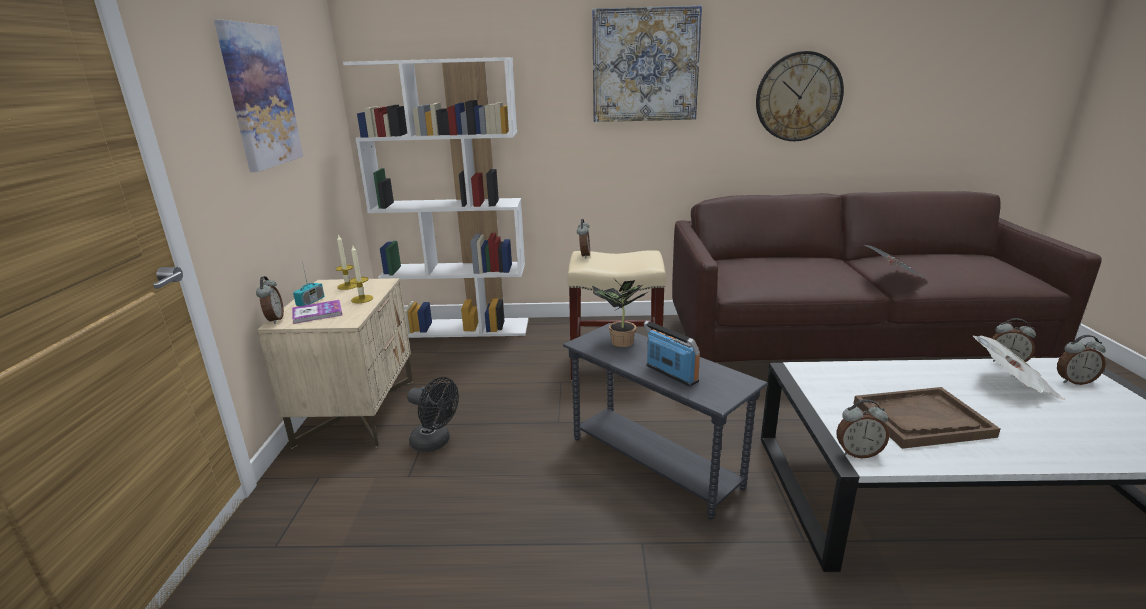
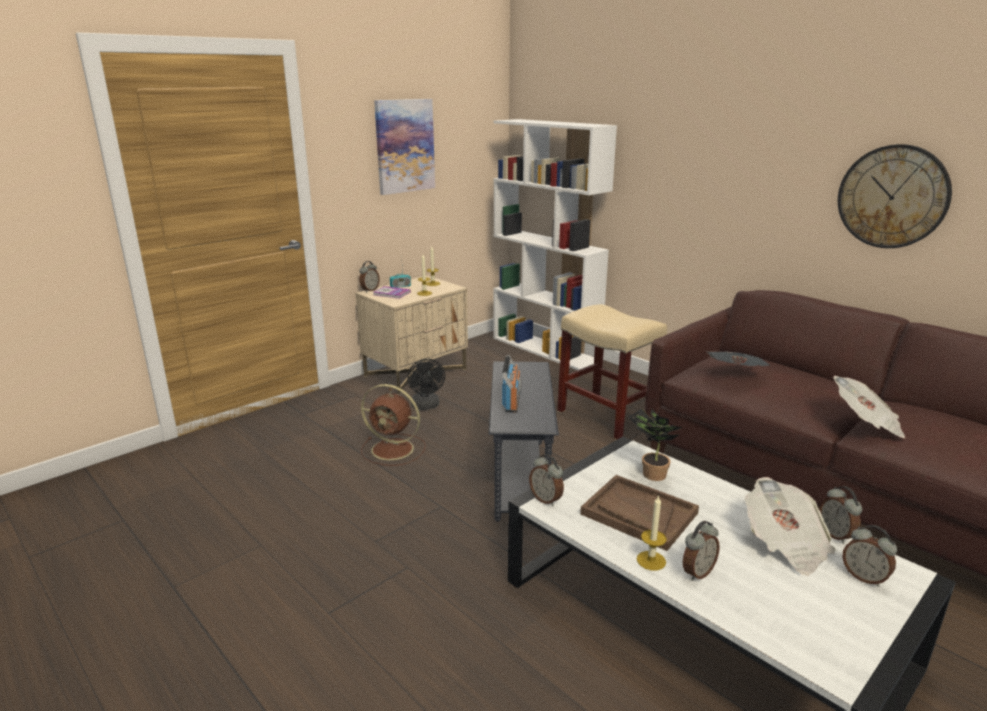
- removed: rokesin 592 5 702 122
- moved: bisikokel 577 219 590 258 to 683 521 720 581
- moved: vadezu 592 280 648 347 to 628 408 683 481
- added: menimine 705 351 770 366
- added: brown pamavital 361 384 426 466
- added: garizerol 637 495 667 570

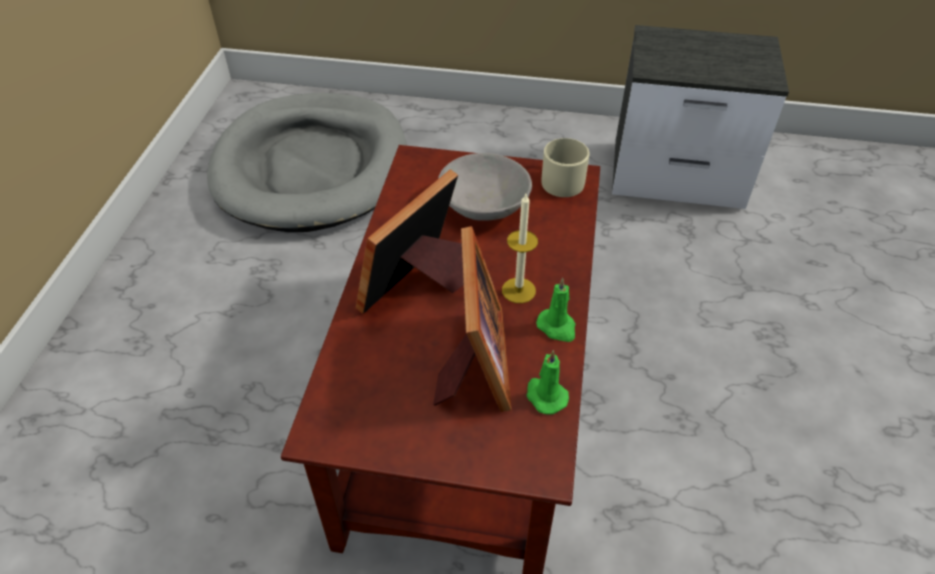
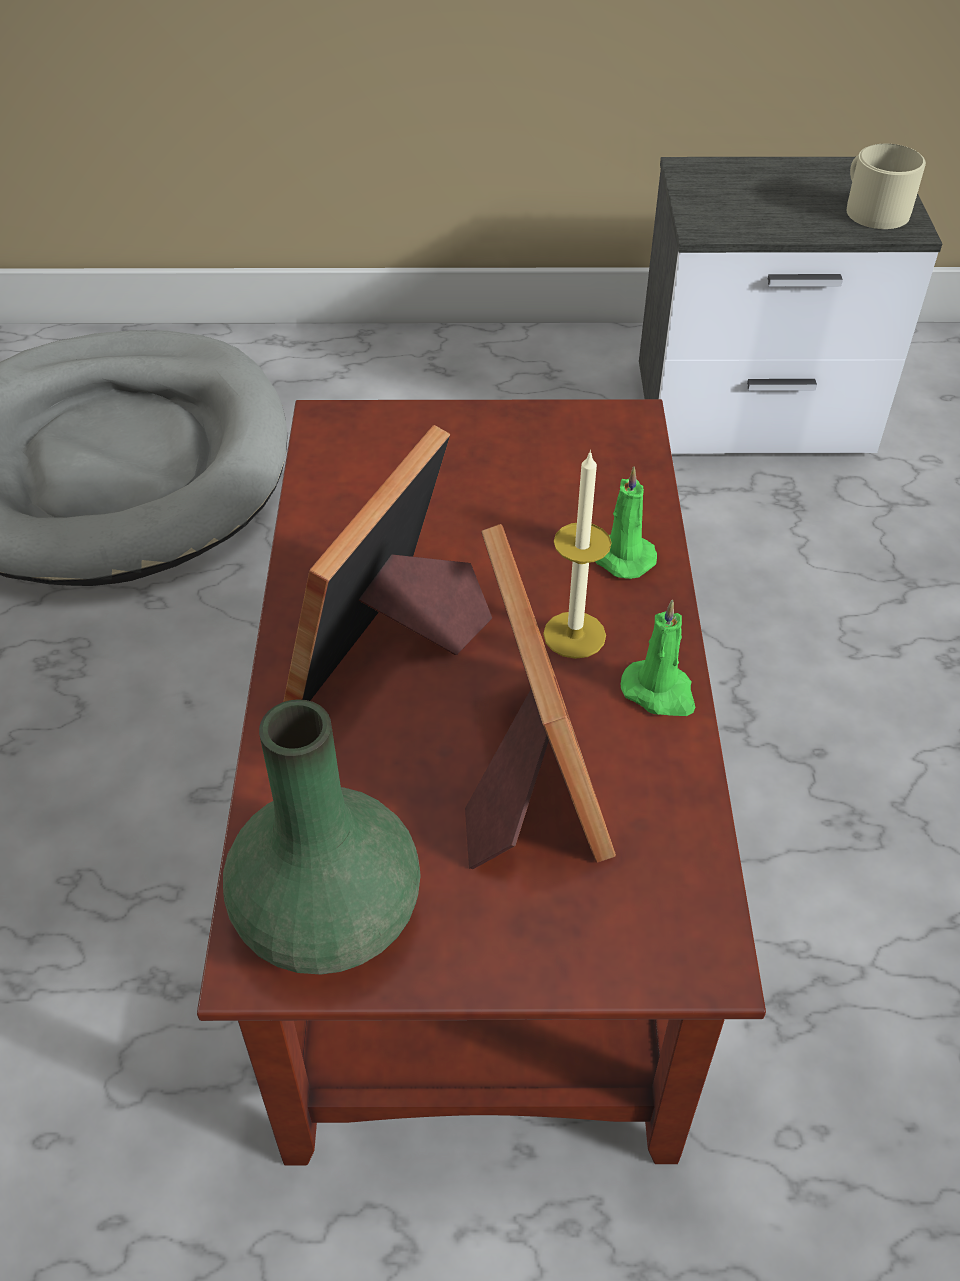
- moved: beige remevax 542 138 590 197 to 847 144 926 229
- removed: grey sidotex 438 153 532 221
- moved: green garizerol 526 350 569 415 to 595 466 657 579
- added: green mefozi 223 699 421 974

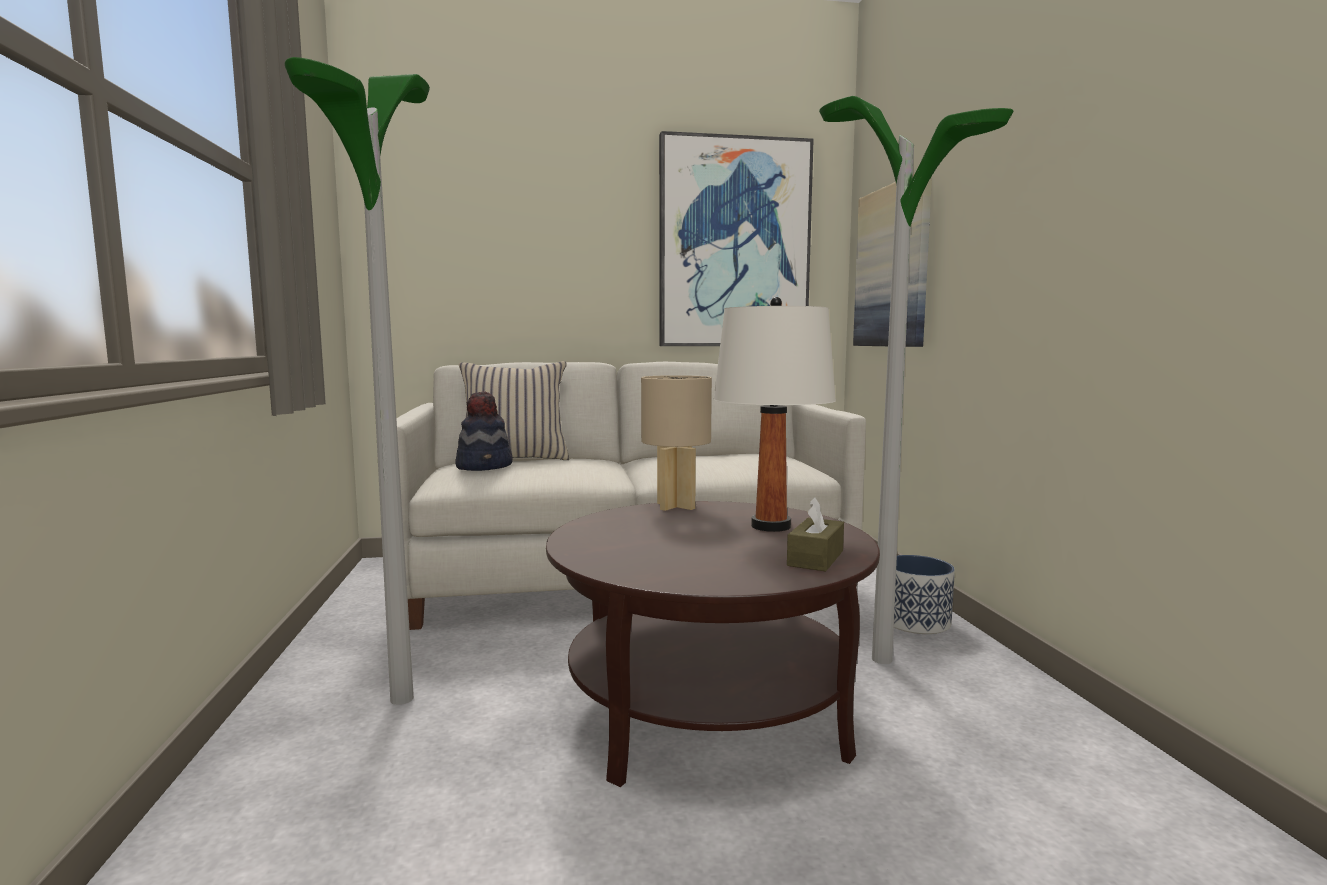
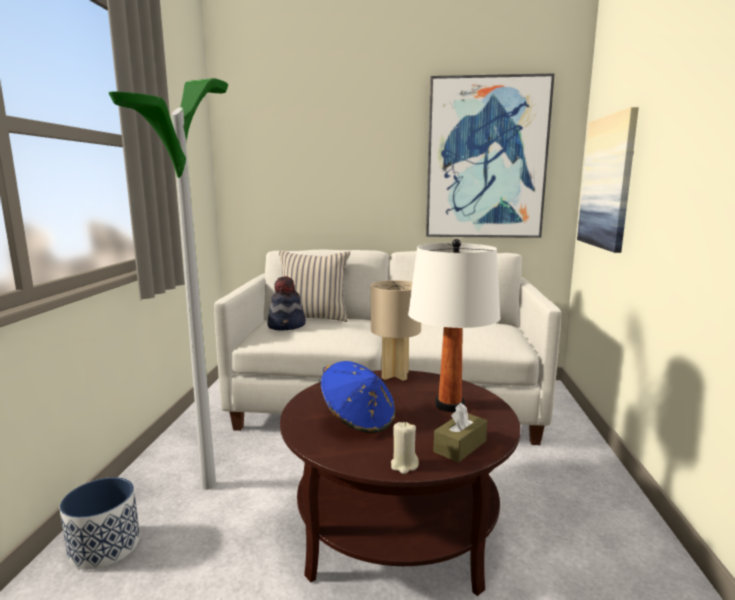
- removed: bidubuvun 819 96 1013 664
- moved: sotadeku 894 555 955 634 to 60 477 140 570
- added: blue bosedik 321 361 395 433
- added: beige garizerol 391 422 419 474

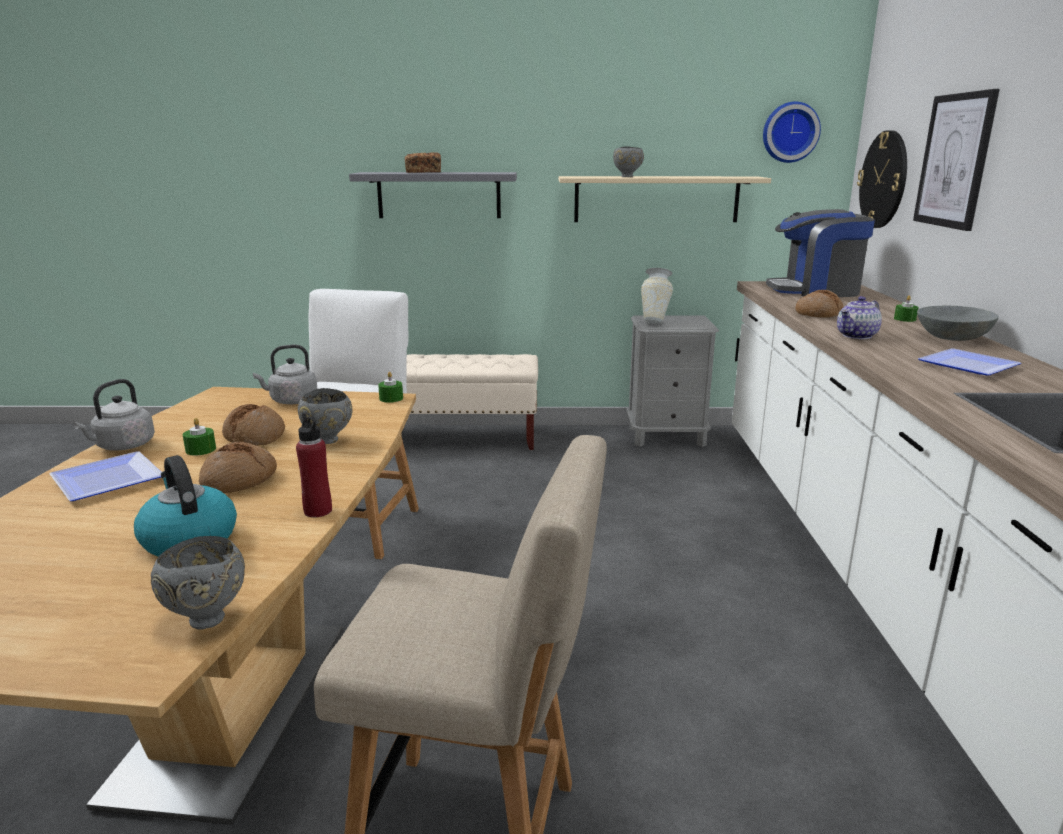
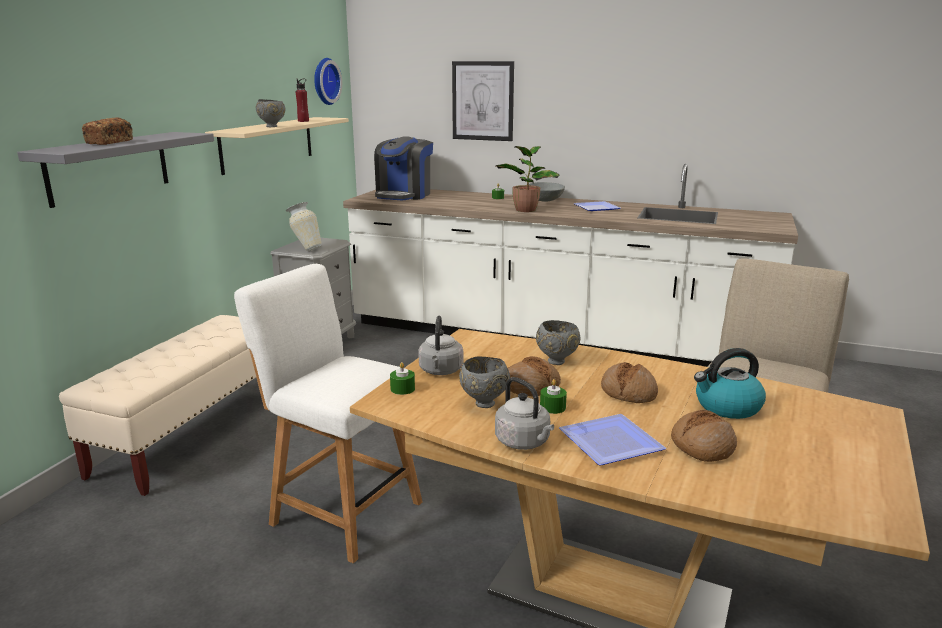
- removed: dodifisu 857 130 907 228
- moved: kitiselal 796 290 843 318 to 671 410 737 462
- replaced: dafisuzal 837 296 882 339 to vadezu 496 146 560 212
- moved: green garizerol 378 372 403 403 to 390 362 415 395
- moved: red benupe 296 413 332 518 to 296 79 309 122
- moved: grey sidotex 151 536 245 629 to 459 356 510 408

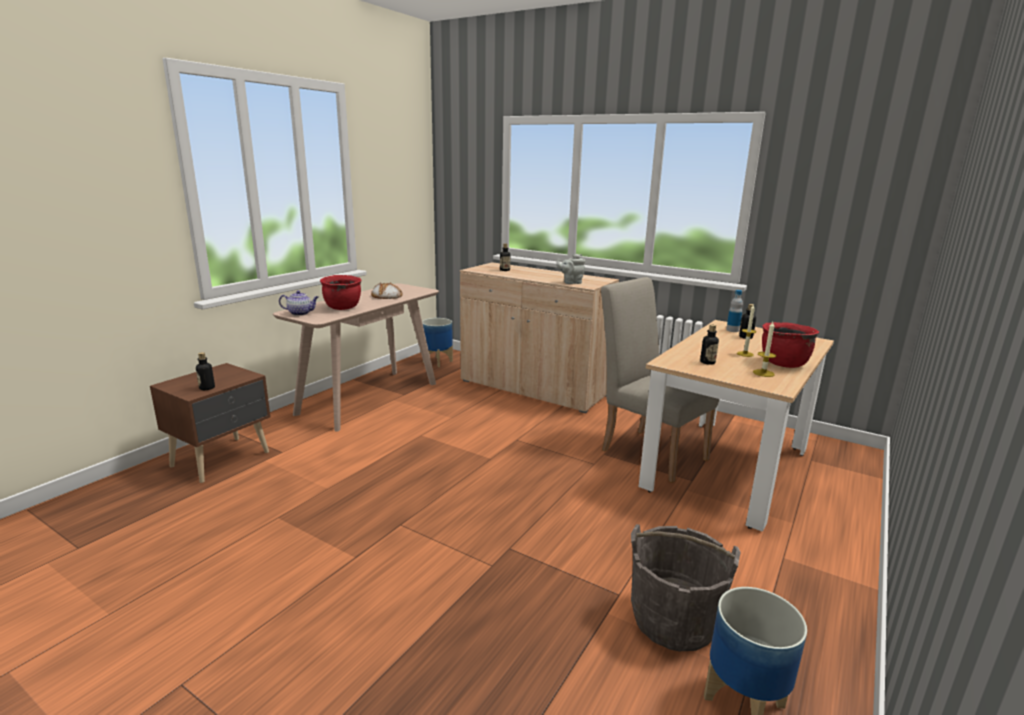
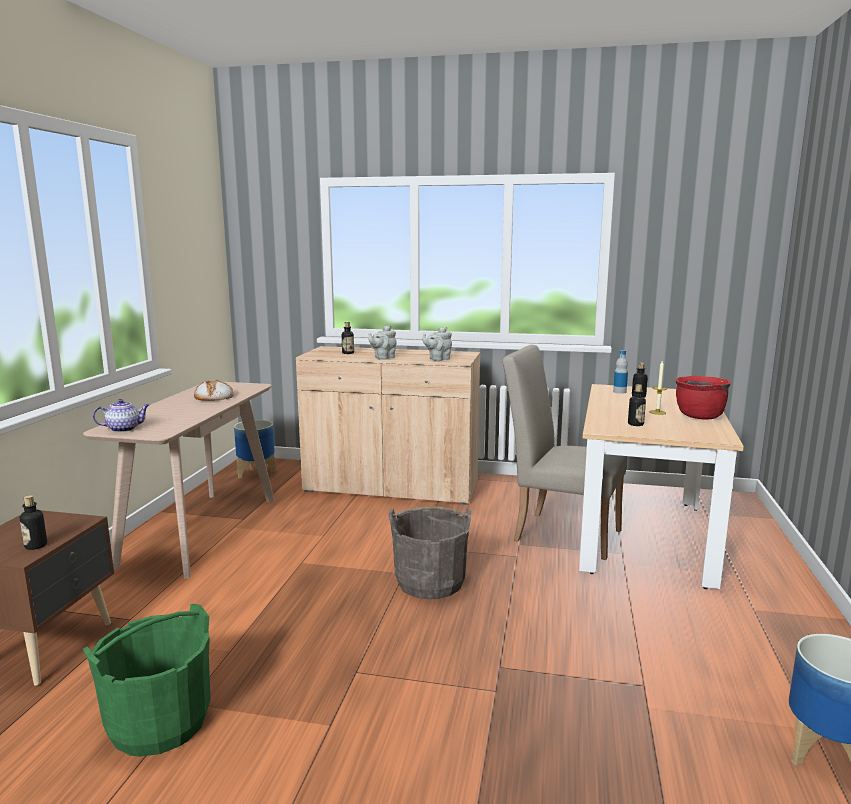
- removed: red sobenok 320 275 362 310
- removed: garizerol 753 322 776 377
- moved: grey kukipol 631 524 741 651 to 388 506 471 599
- added: grey dafisuzal 368 325 397 360
- added: green kukipol 83 604 210 757

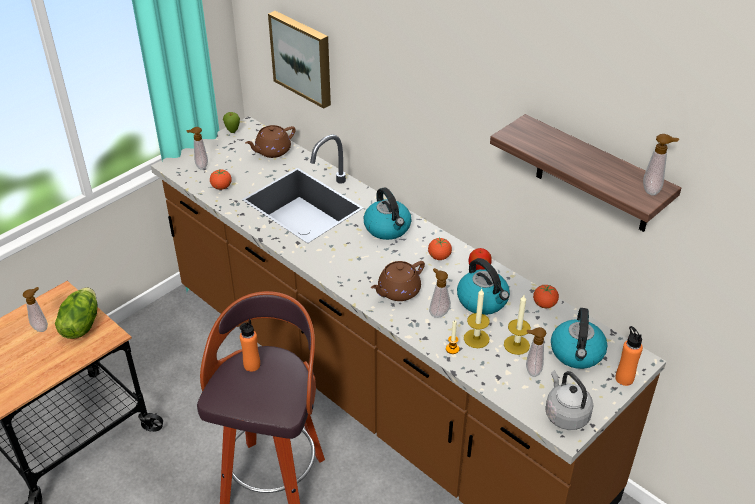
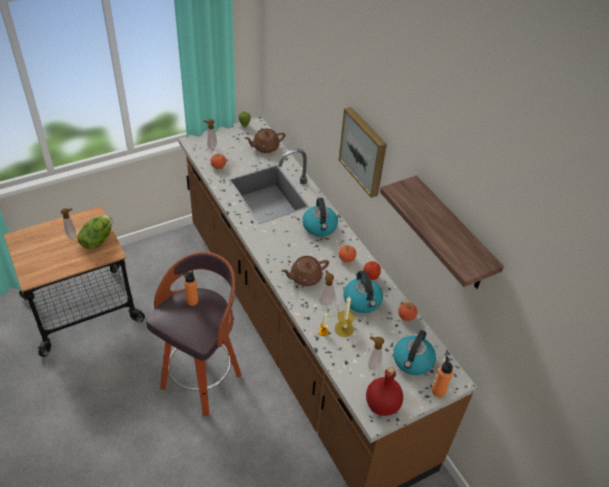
- moved: rokesin 268 11 331 109 to 339 107 387 198
- removed: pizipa 643 134 679 196
- removed: garizerol 504 295 531 355
- replaced: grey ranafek 545 370 593 430 to red benupe 366 367 403 416

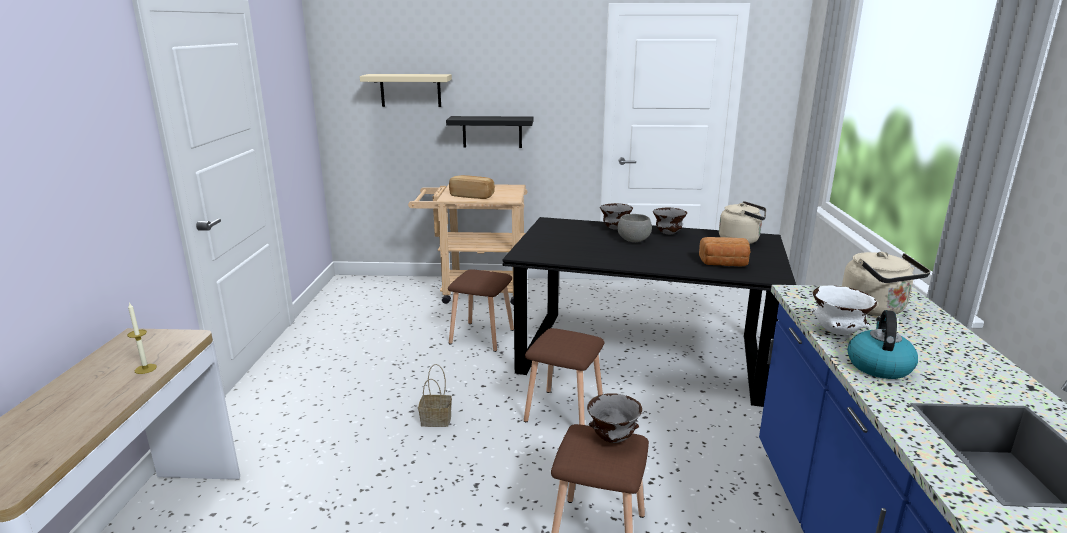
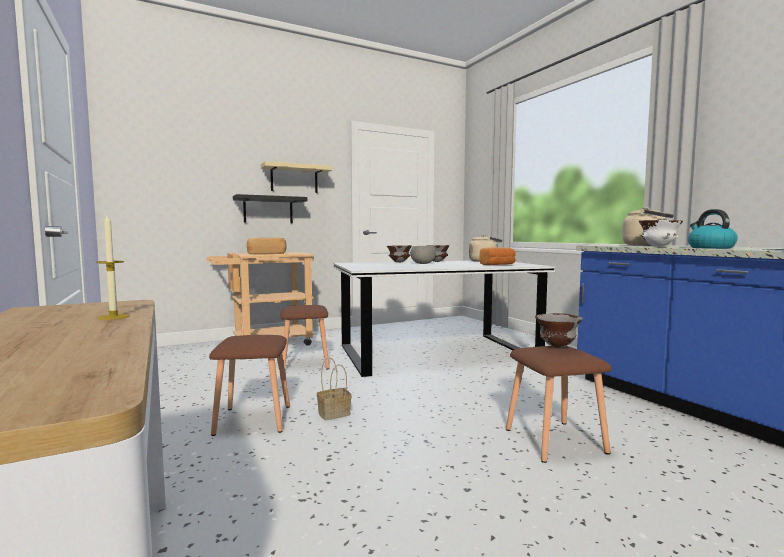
- moved: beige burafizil 360 74 452 107 to 261 161 333 193
- recoloured: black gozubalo 502 217 796 407 to white gozubalo 333 261 555 377
- moved: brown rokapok 524 328 605 425 to 209 335 290 436

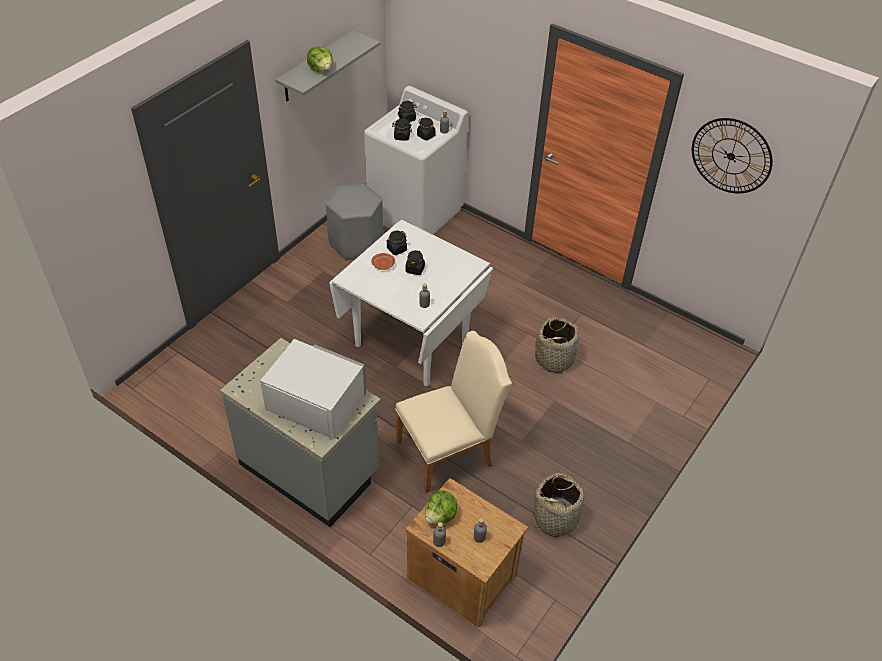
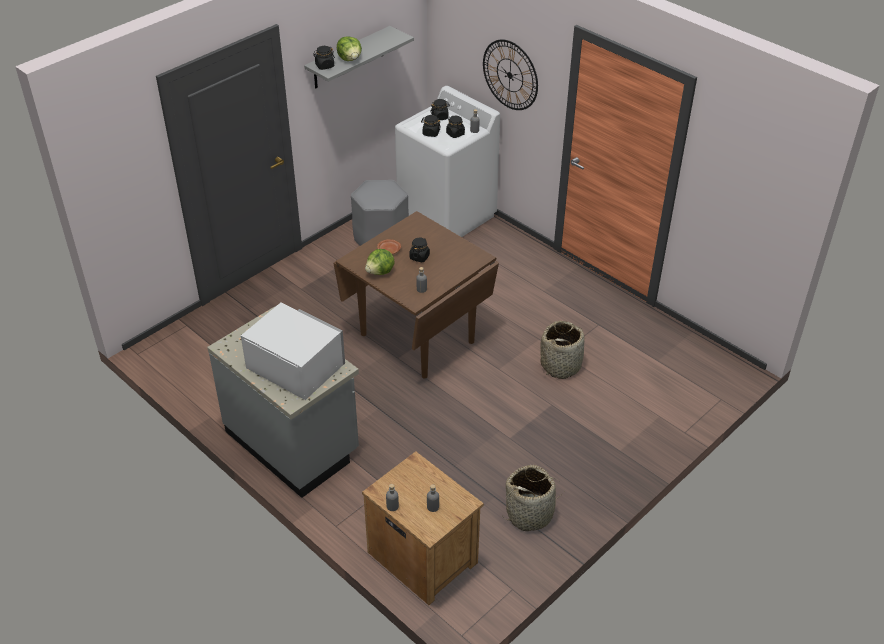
- moved: dodifisu 692 118 773 194 to 483 39 538 110
- recoloured: white gozubalo 329 220 493 386 to brown gozubalo 333 211 499 379
- moved: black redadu 386 230 407 255 to 313 46 335 70
- removed: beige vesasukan 395 331 512 493
- moved: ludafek 425 491 458 524 to 365 249 395 275

